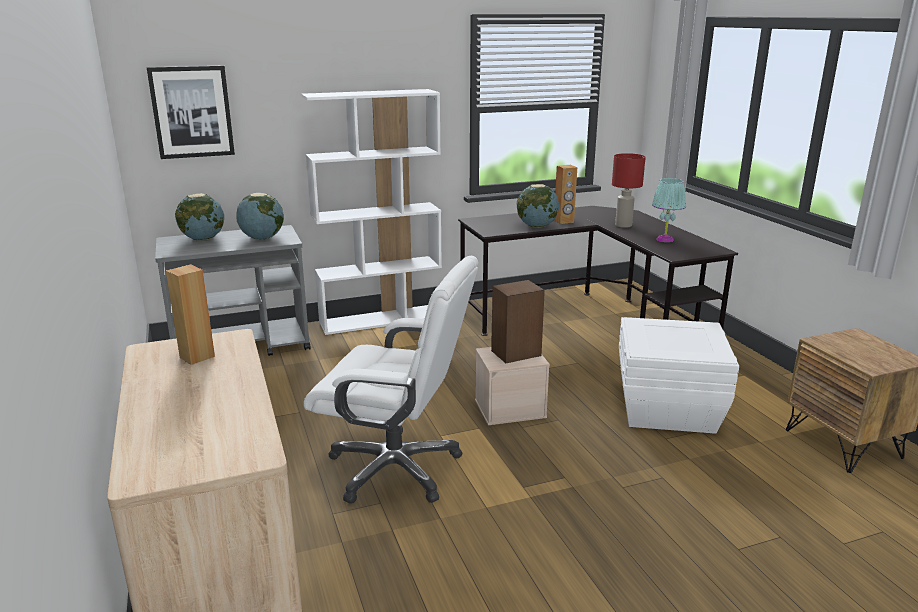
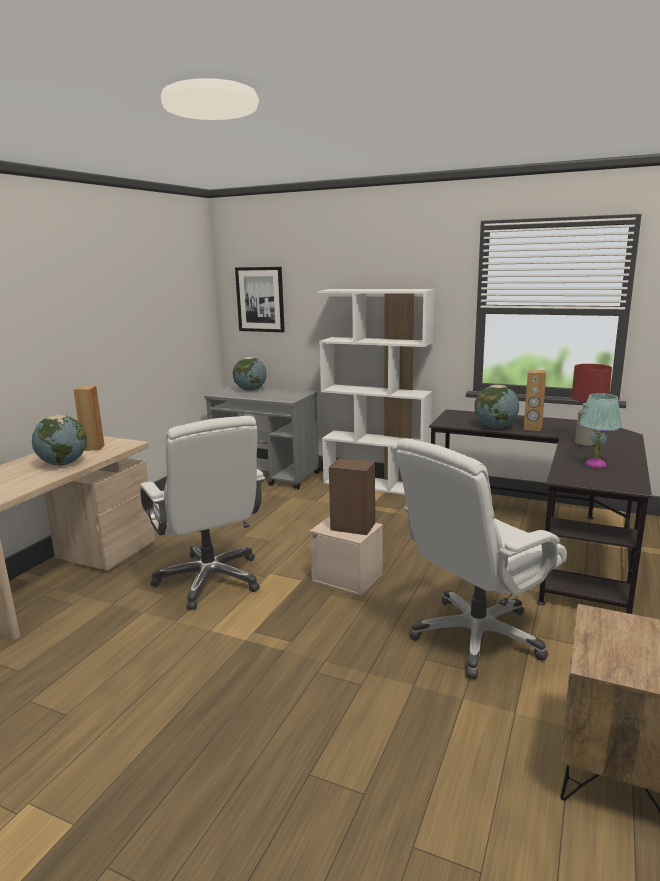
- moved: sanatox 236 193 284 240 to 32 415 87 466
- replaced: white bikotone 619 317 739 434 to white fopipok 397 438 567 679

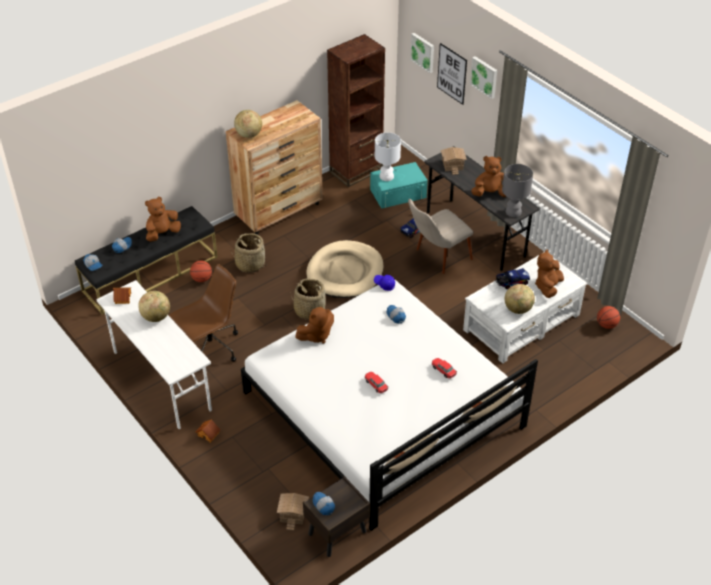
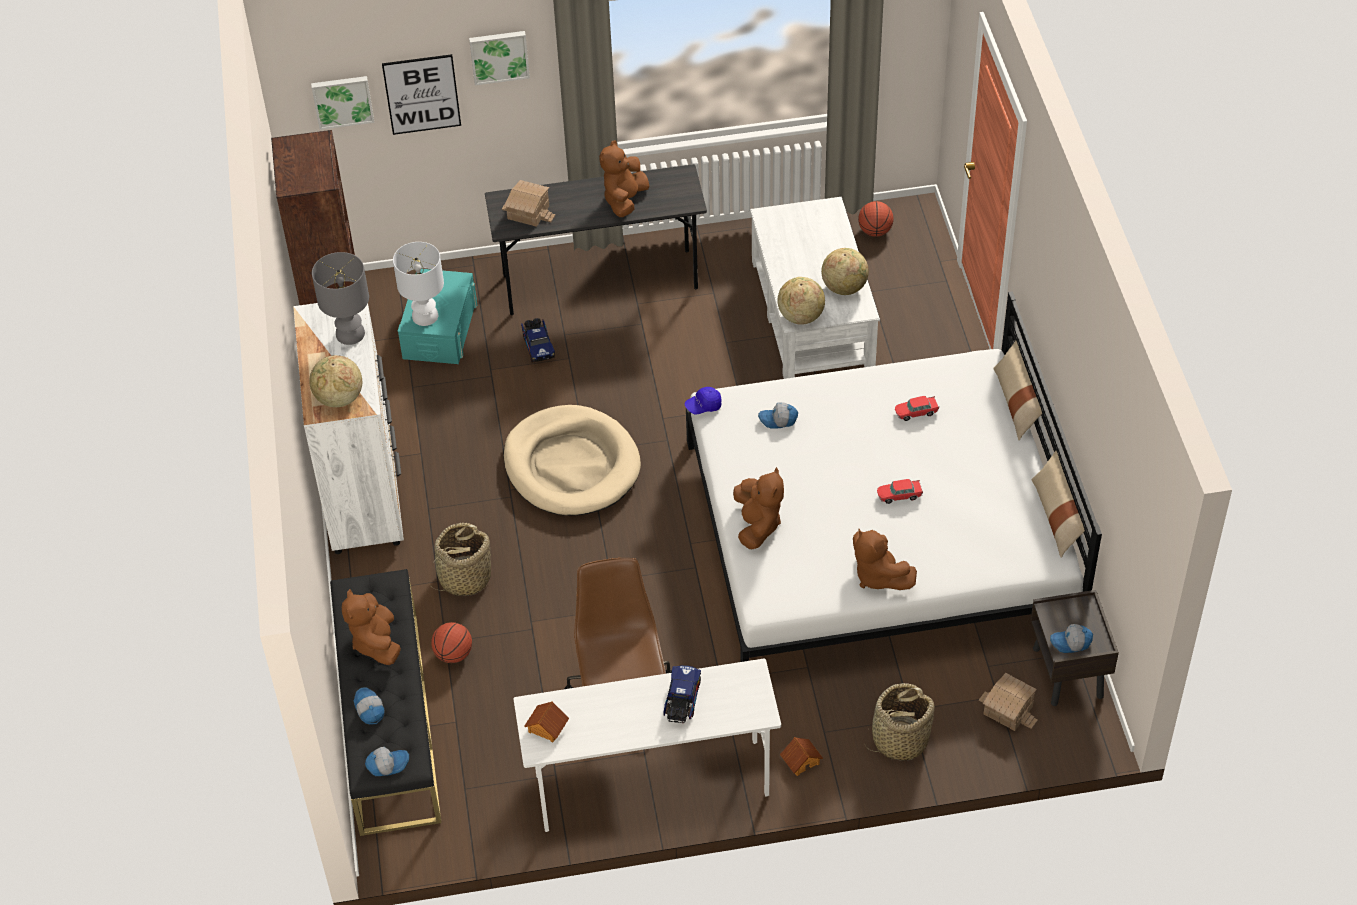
- recoloured: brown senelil 226 100 323 235 to white senelil 293 303 404 554
- moved: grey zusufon 502 164 533 217 to 312 252 369 345
- removed: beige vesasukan 408 199 473 274
- moved: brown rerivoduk 535 249 564 298 to 853 529 917 590
- moved: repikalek 495 268 530 289 to 663 665 701 723
- moved: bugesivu 291 279 326 319 to 864 683 935 761
- moved: sanatox 138 291 170 322 to 778 277 825 325

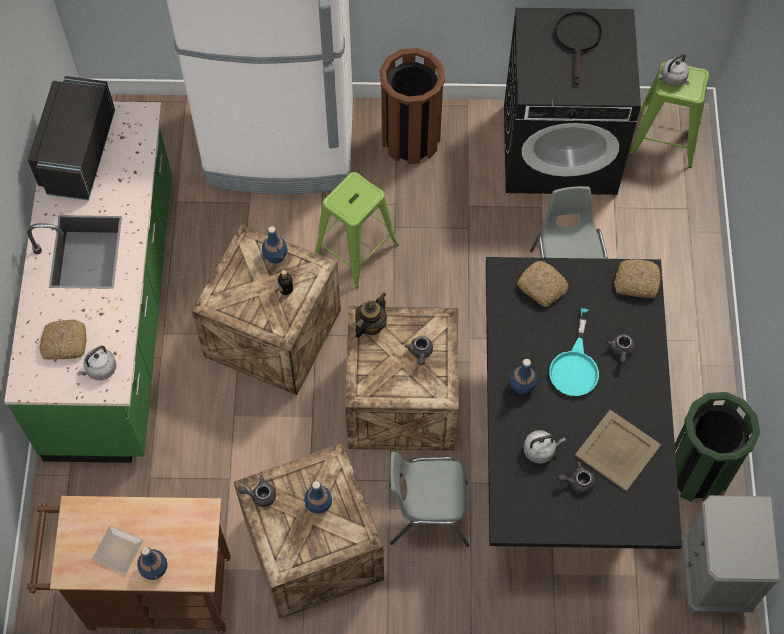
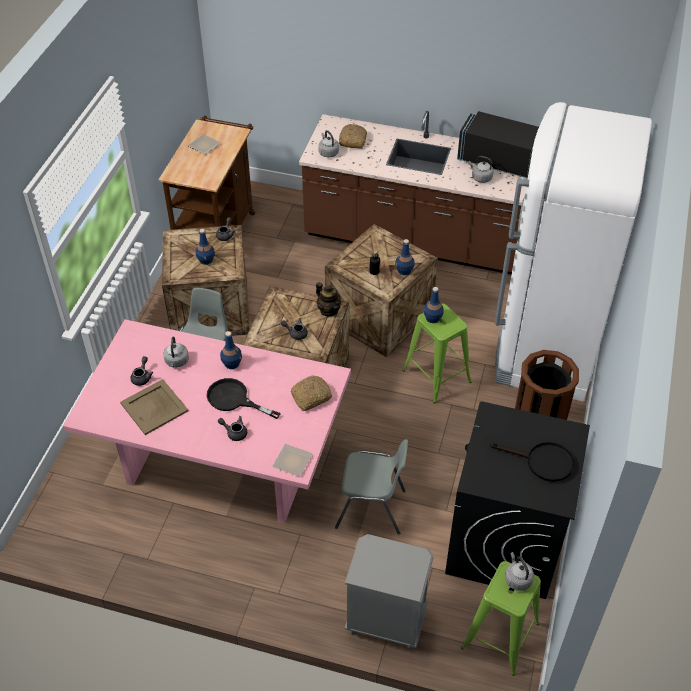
- recoloured: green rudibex 4 102 172 463 to brown rudibex 299 111 527 275
- recoloured: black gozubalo 486 257 682 549 to pink gozubalo 63 319 351 523
- replaced: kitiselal 614 259 661 298 to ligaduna 272 444 313 477
- recoloured: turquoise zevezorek 549 308 599 396 to black zevezorek 207 378 281 419
- removed: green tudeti 675 392 760 502
- moved: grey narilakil 683 495 780 615 to 345 534 434 651
- moved: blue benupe 137 547 168 580 to 424 287 444 323
- added: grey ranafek 469 156 494 183

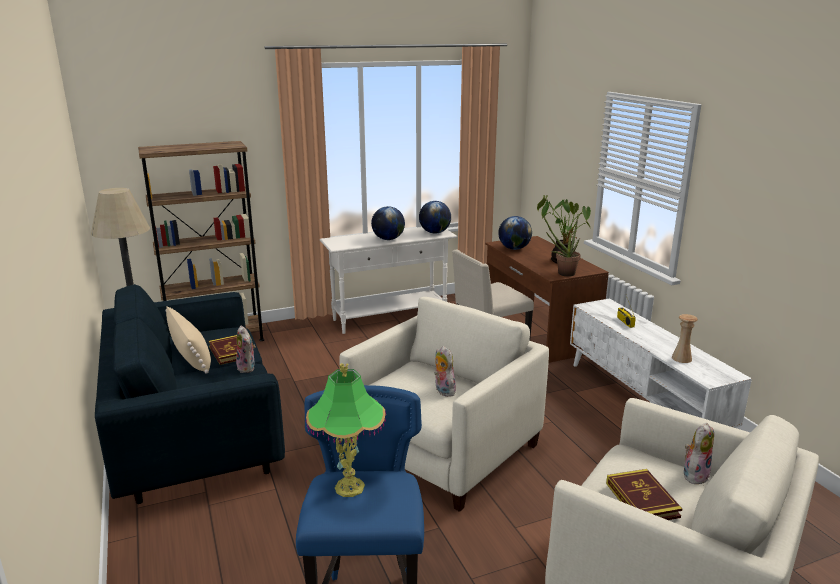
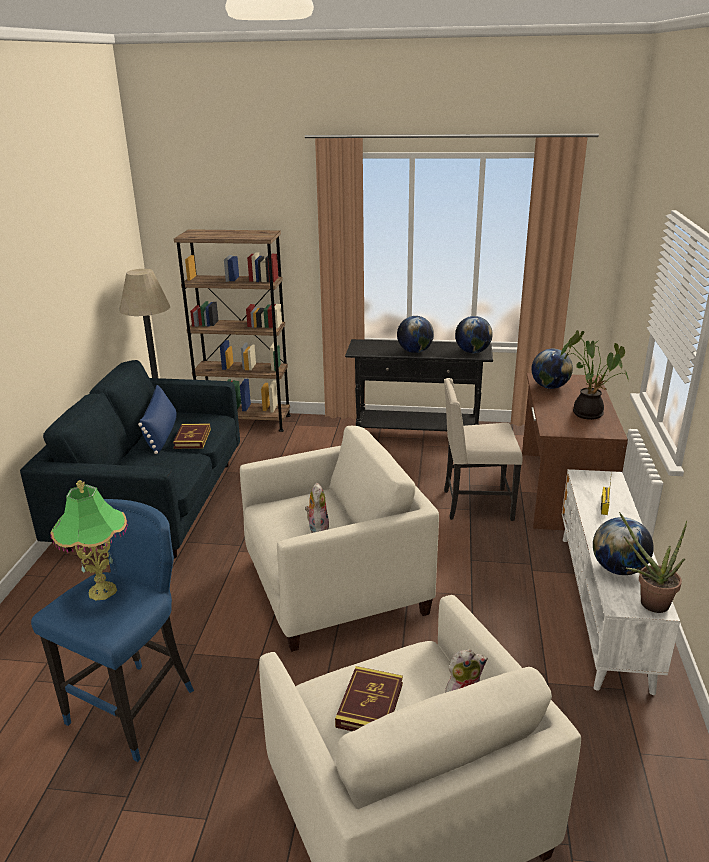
- moved: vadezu 543 215 580 277 to 619 512 687 613
- recoloured: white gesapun 320 227 457 334 to black gesapun 345 339 493 431
- recoloured: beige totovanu 165 306 211 374 to blue totovanu 138 385 177 454
- replaced: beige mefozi 672 314 698 363 to sanatox 593 517 654 575
- removed: rerivoduk 236 326 256 373

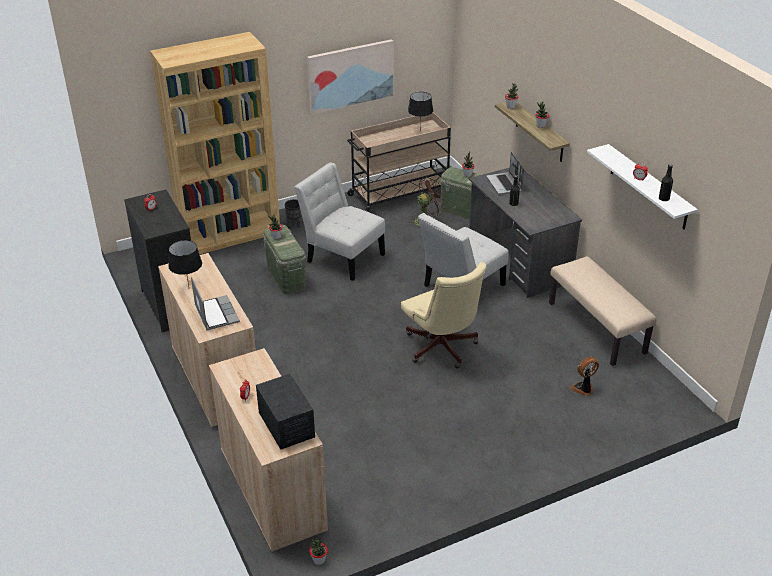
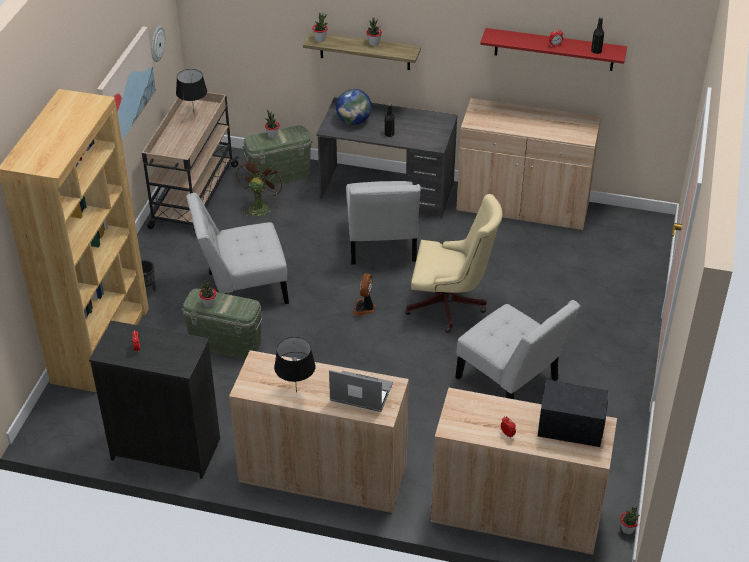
- recoloured: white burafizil 587 144 698 230 to red burafizil 480 28 627 71
- replaced: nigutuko 487 152 524 194 to sanatox 336 89 372 125
- replaced: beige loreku 549 256 656 366 to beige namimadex 456 98 601 230
- moved: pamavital 570 357 599 396 to 353 273 376 316
- added: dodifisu 151 26 166 62
- added: white vesasukan 455 300 581 399

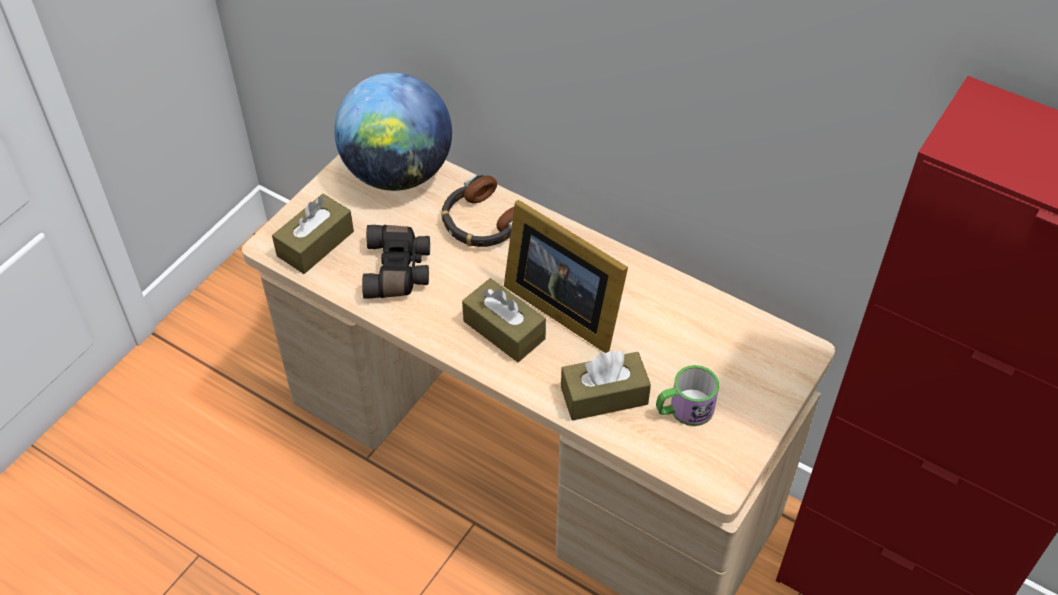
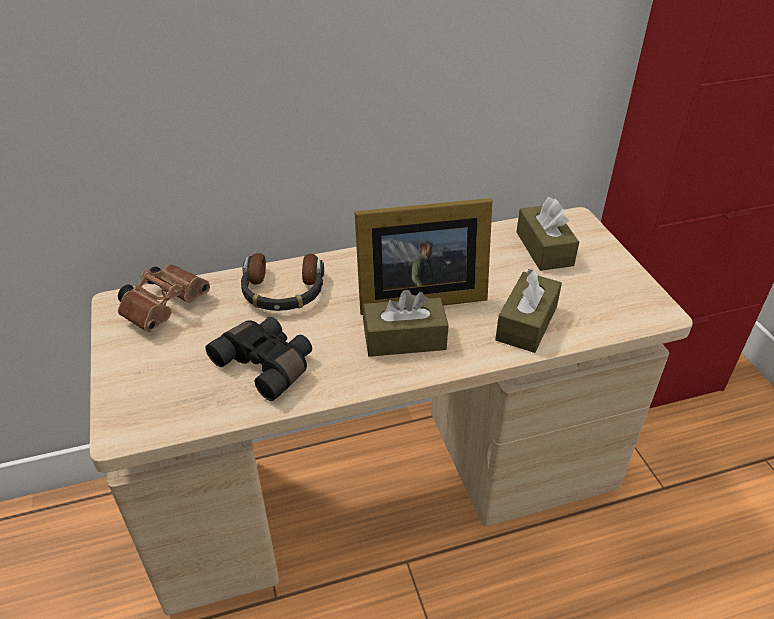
- replaced: sanatox 334 73 452 191 to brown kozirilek 118 264 210 333
- moved: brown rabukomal 272 194 354 274 to 516 197 579 271
- removed: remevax 656 365 719 426

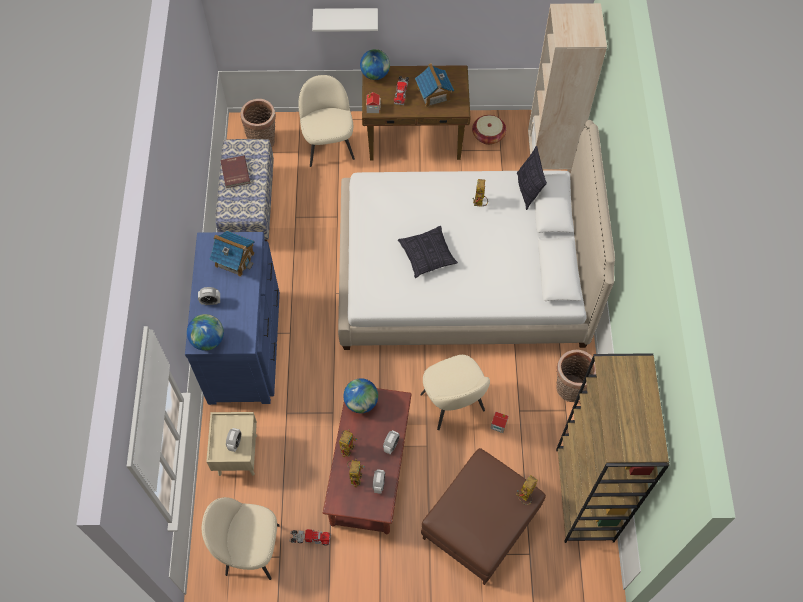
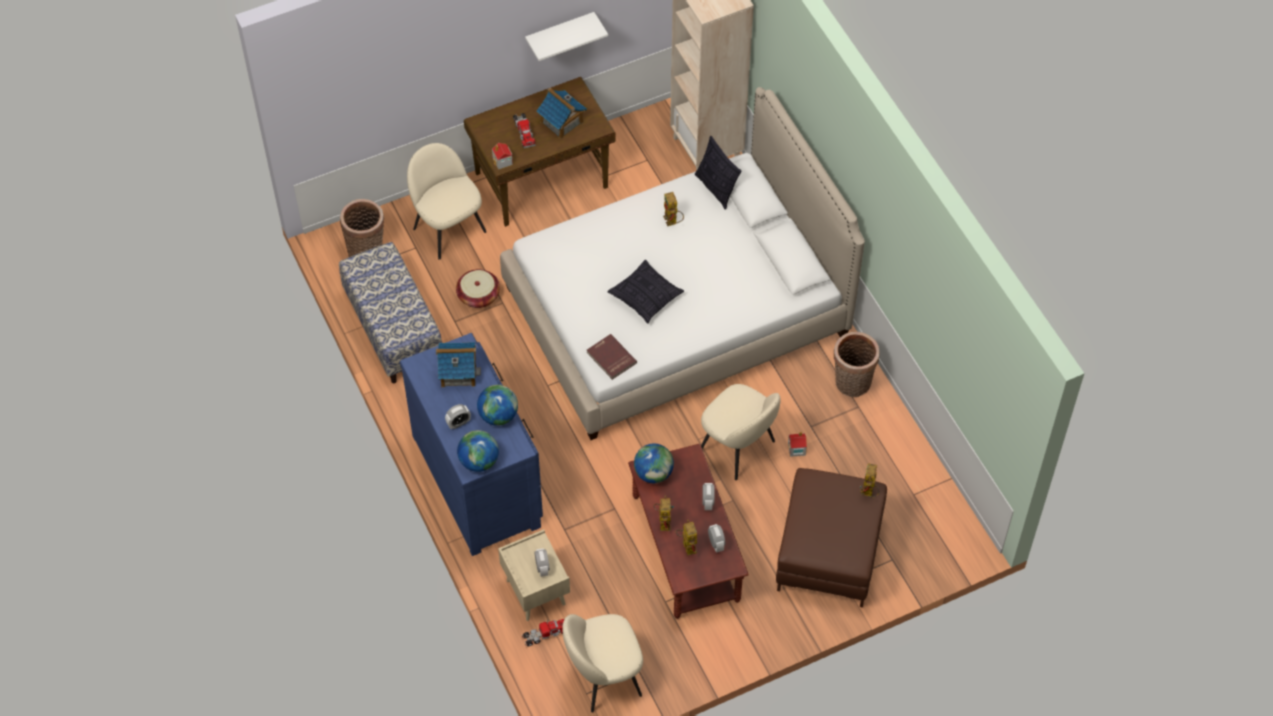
- moved: white burafizil 312 8 378 32 to 525 12 608 61
- moved: sanatox 360 49 390 80 to 477 385 518 426
- moved: bugesivu 472 115 506 145 to 456 269 500 308
- moved: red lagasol 220 155 250 188 to 587 334 637 380
- removed: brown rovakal 556 353 669 543
- moved: repikalek 291 529 331 545 to 522 619 564 646

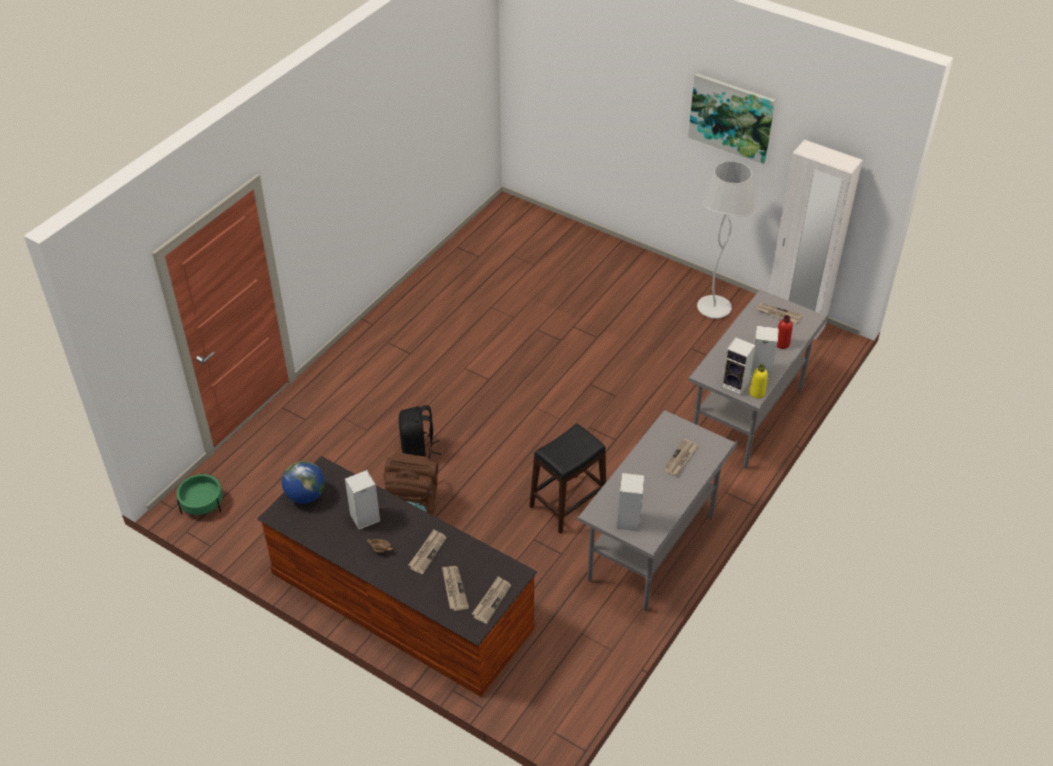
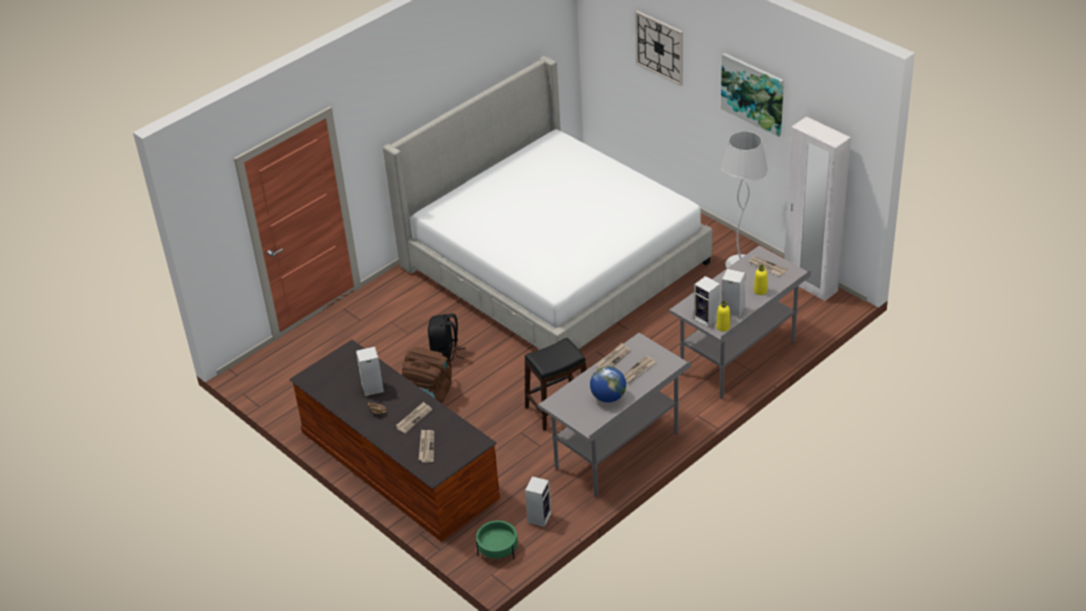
- recoloured: red benupe 777 315 793 349 to yellow benupe 754 265 768 295
- moved: sanatox 282 461 325 504 to 590 366 626 403
- moved: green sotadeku 177 473 223 515 to 476 520 518 559
- moved: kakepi 617 473 645 531 to 525 476 551 527
- moved: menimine 472 576 511 624 to 596 343 631 369
- added: dodifisu 635 11 683 86
- added: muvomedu 383 56 712 350

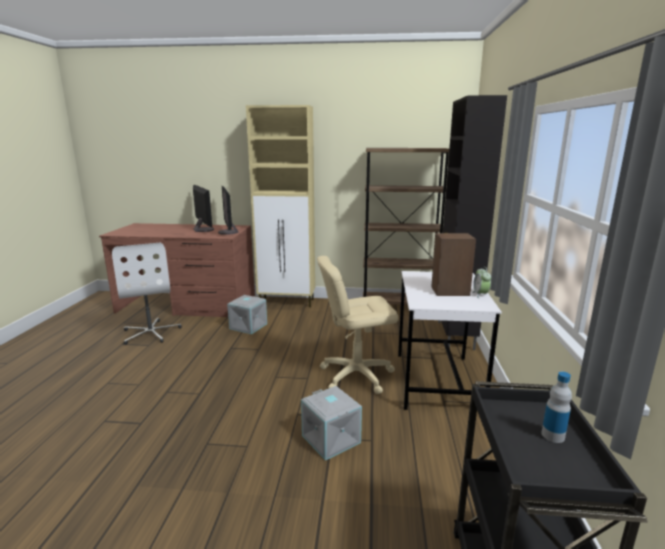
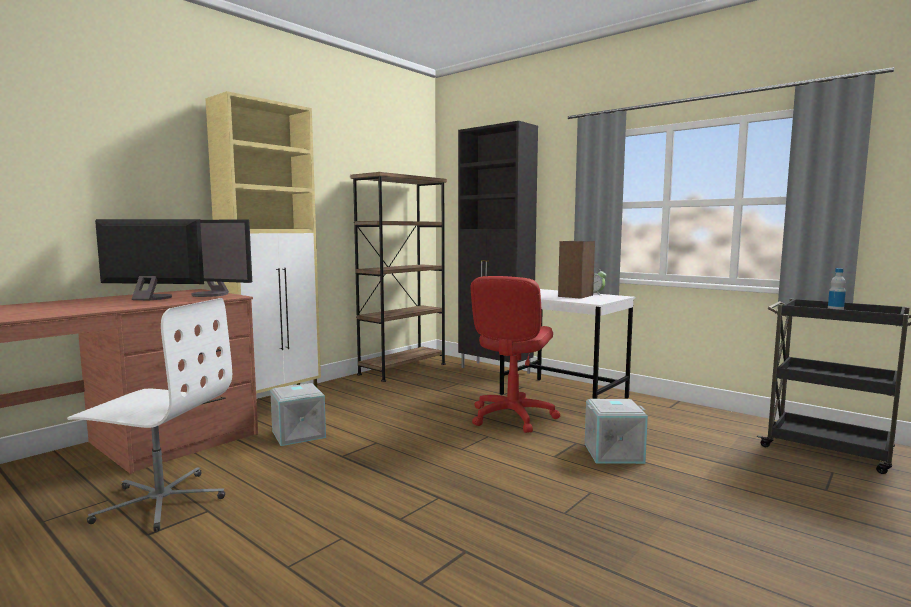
- recoloured: beige fopipok 317 256 398 394 to red fopipok 470 276 560 433

